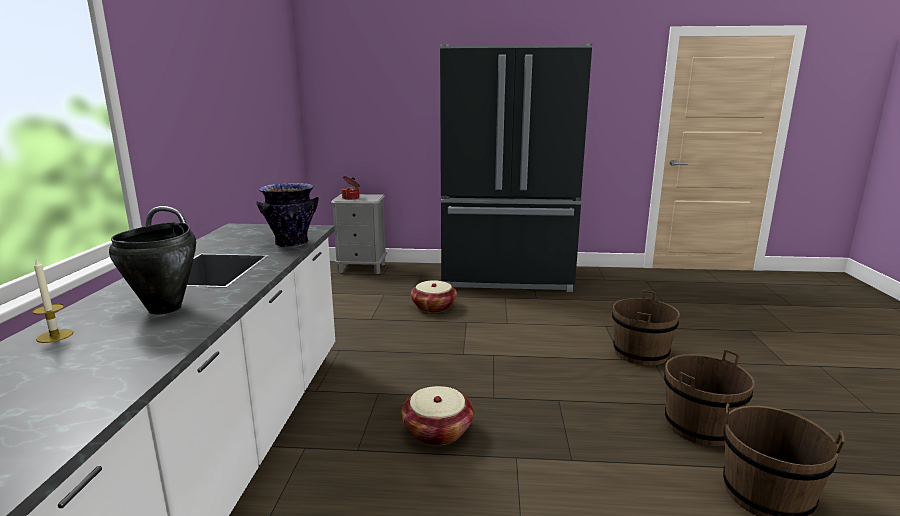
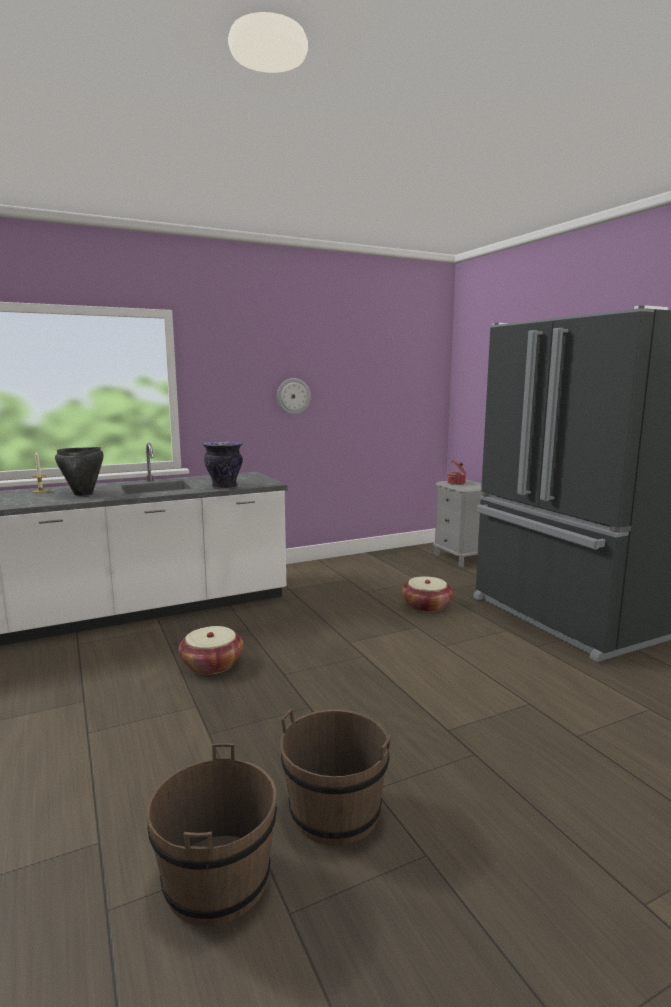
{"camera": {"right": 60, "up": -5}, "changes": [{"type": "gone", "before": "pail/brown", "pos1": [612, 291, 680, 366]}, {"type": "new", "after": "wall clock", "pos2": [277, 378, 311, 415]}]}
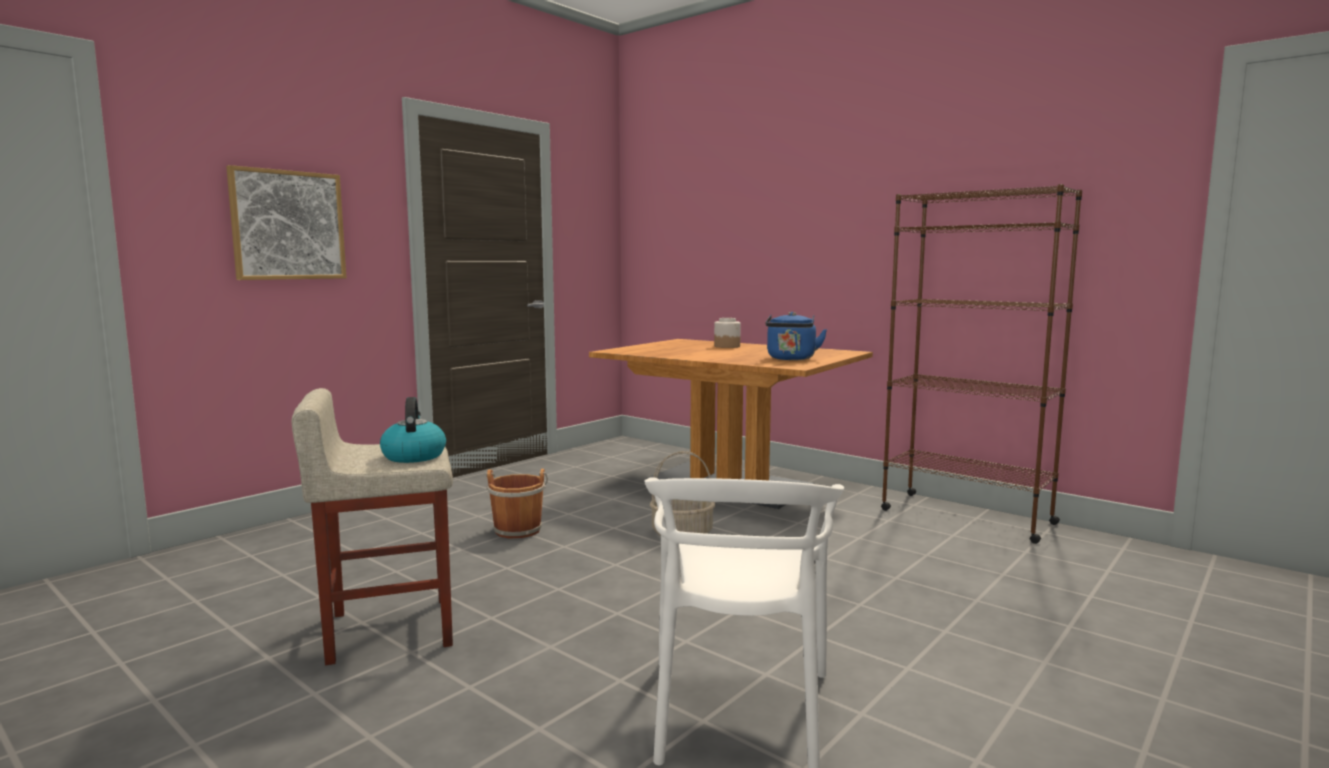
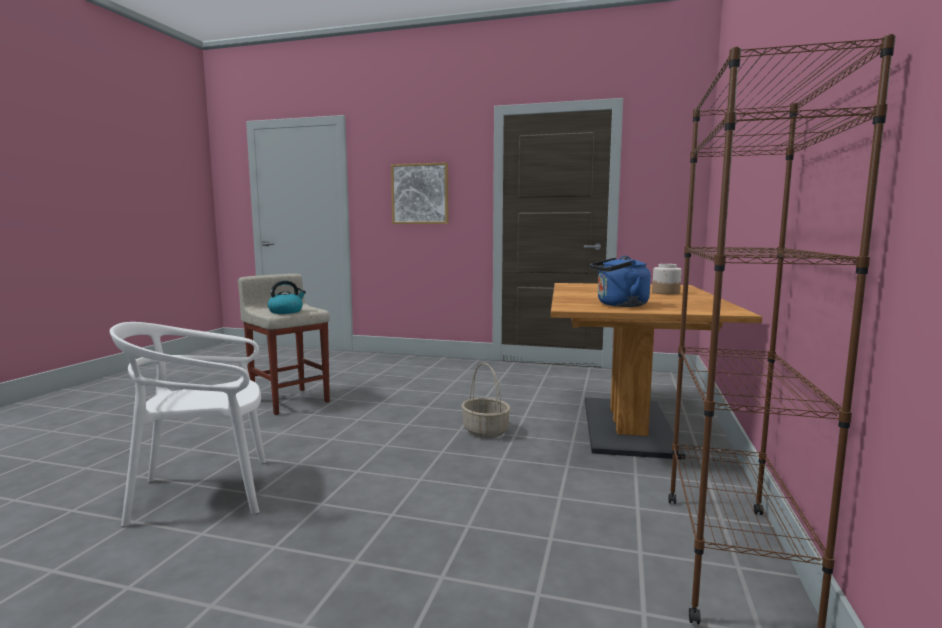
{"camera": {"right": 65, "up": 0}, "changes": [{"type": "gone", "before": "pail/brown", "pos1": [486, 469, 548, 539]}]}
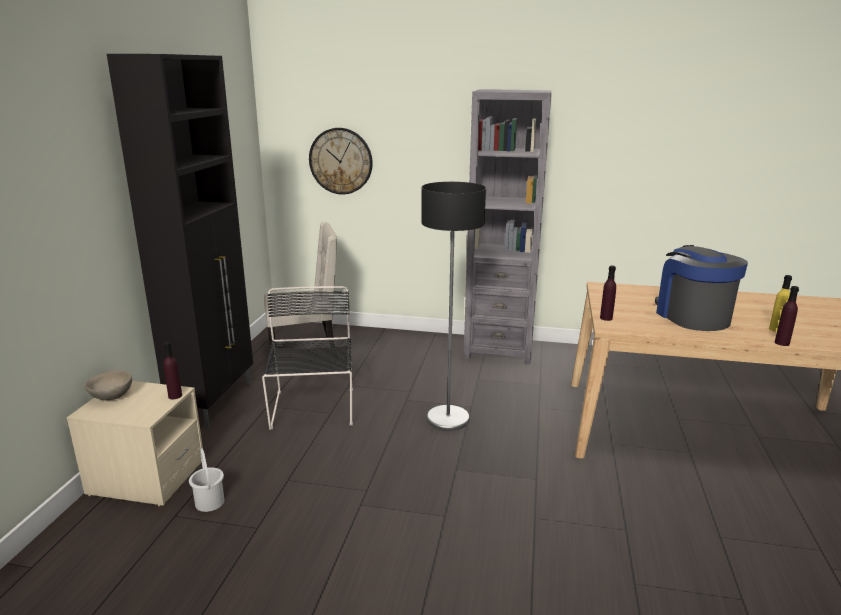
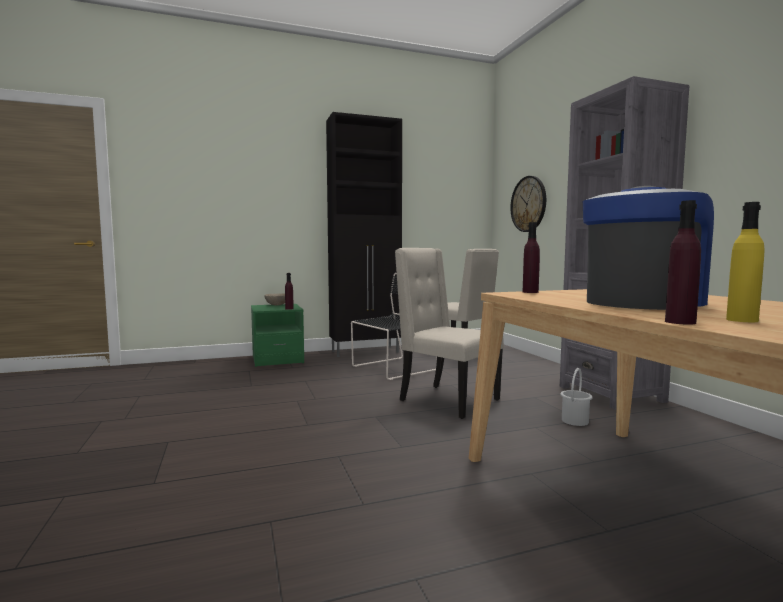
{"camera": {"right": 60, "up": -15}, "changes": [{"type": "swapped", "before": "floor lamp", "after": "upright chair/beige", "pos1": [421, 182, 486, 431], "pos2": [395, 248, 504, 419]}, {"type": "repainted", "before": "night table/beige", "after": "night table/green", "pos1": [67, 381, 203, 506], "pos2": [251, 304, 304, 367]}, {"type": "shifted", "before": "pail/white-coloured", "pos1": [189, 448, 224, 512], "pos2": [560, 368, 592, 426]}]}
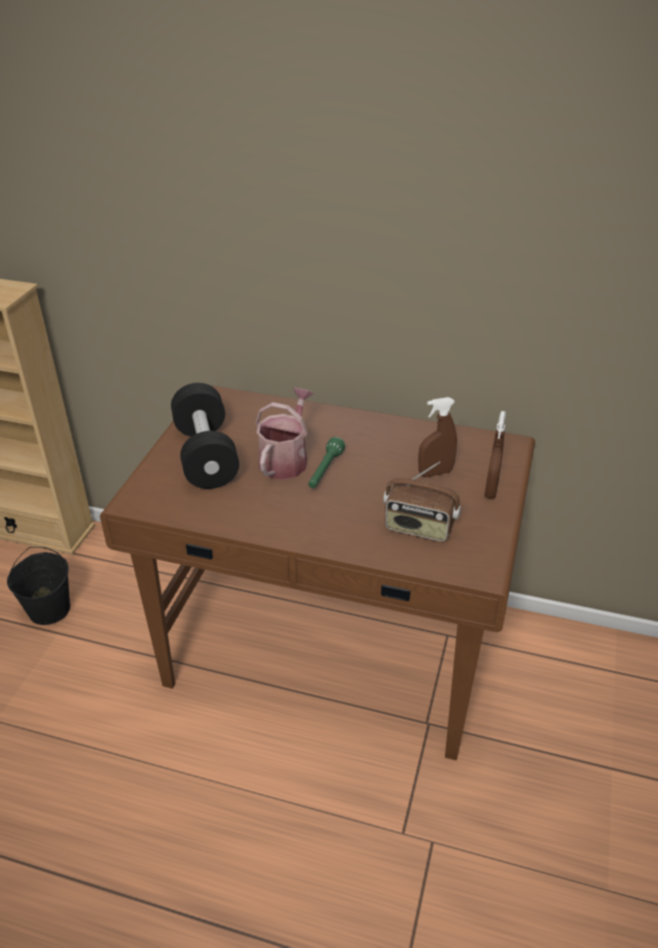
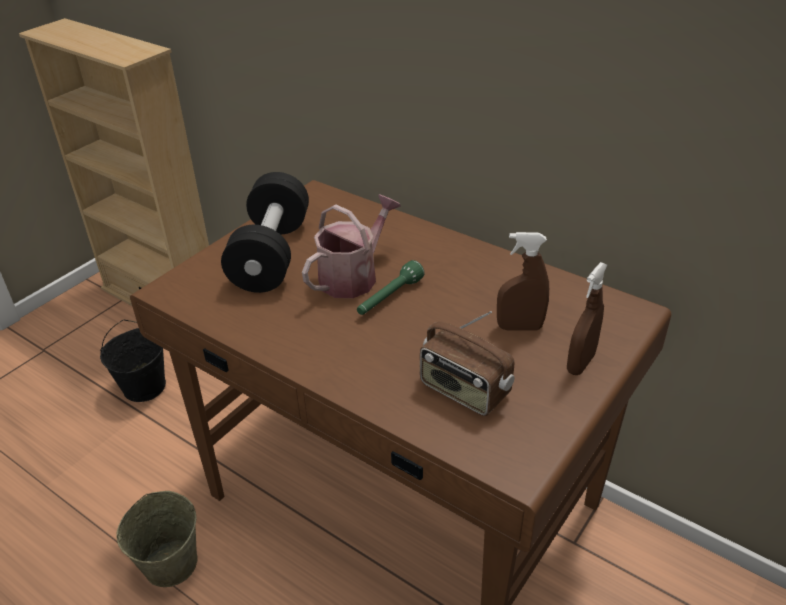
{"camera": {"right": 20, "up": 0}, "changes": [{"type": "new", "after": "pail/beige", "pos2": [116, 491, 197, 587]}]}
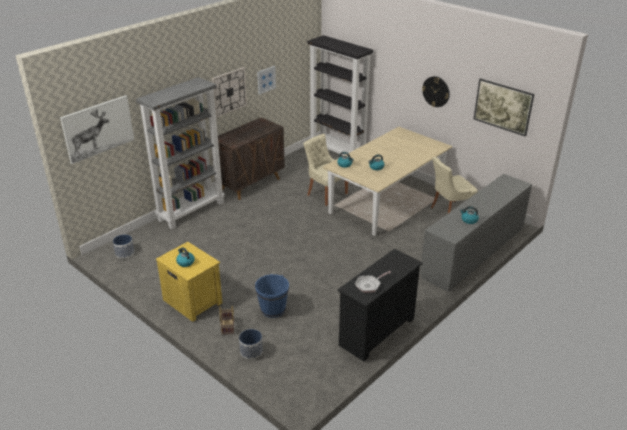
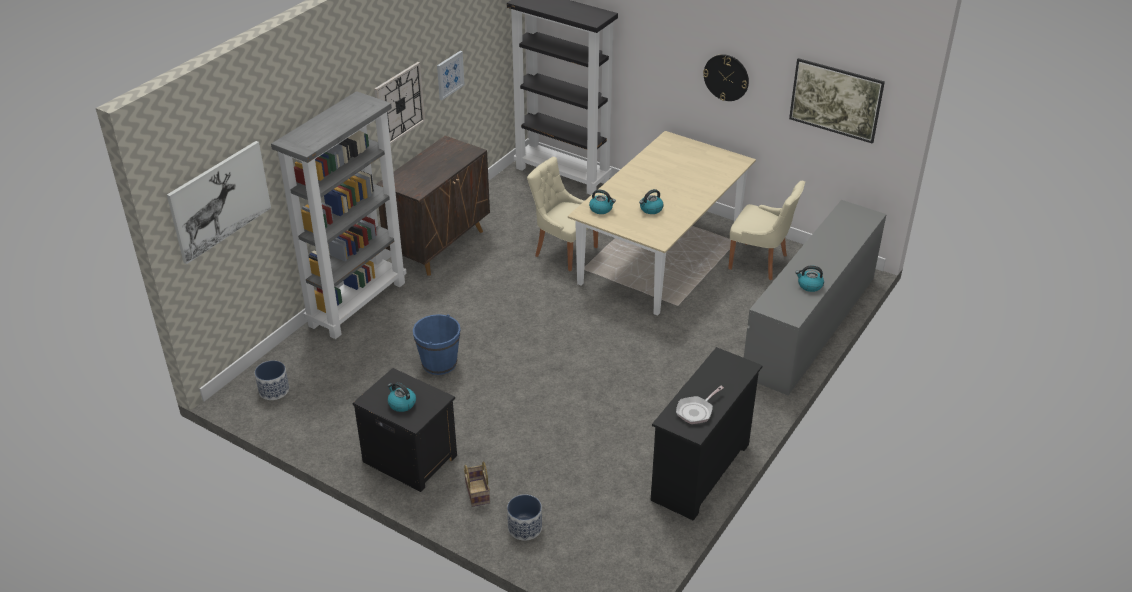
{"camera": {"right": -10, "up": 5}, "changes": [{"type": "rotated", "before": "upright chair/beige", "pos1": [431, 157, 478, 213], "pos2": [728, 181, 805, 280], "turn": -120}, {"type": "repainted", "before": "night table/yellow-coloured", "after": "night table/blackish", "pos1": [156, 242, 222, 322], "pos2": [353, 368, 457, 492]}, {"type": "shifted", "before": "pail/bluish", "pos1": [255, 274, 289, 318], "pos2": [413, 314, 460, 375]}]}
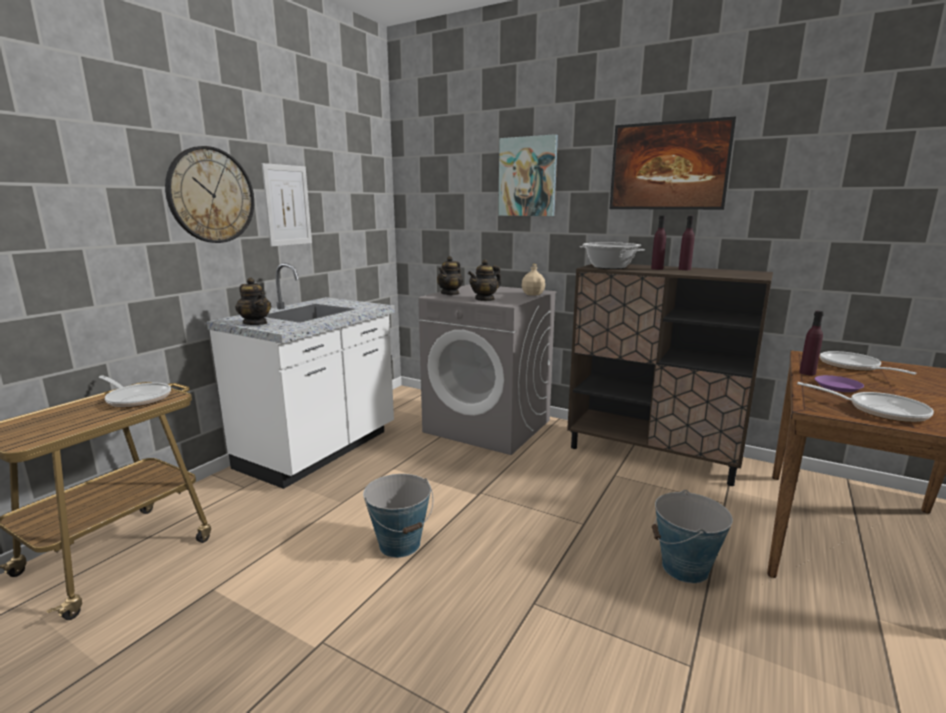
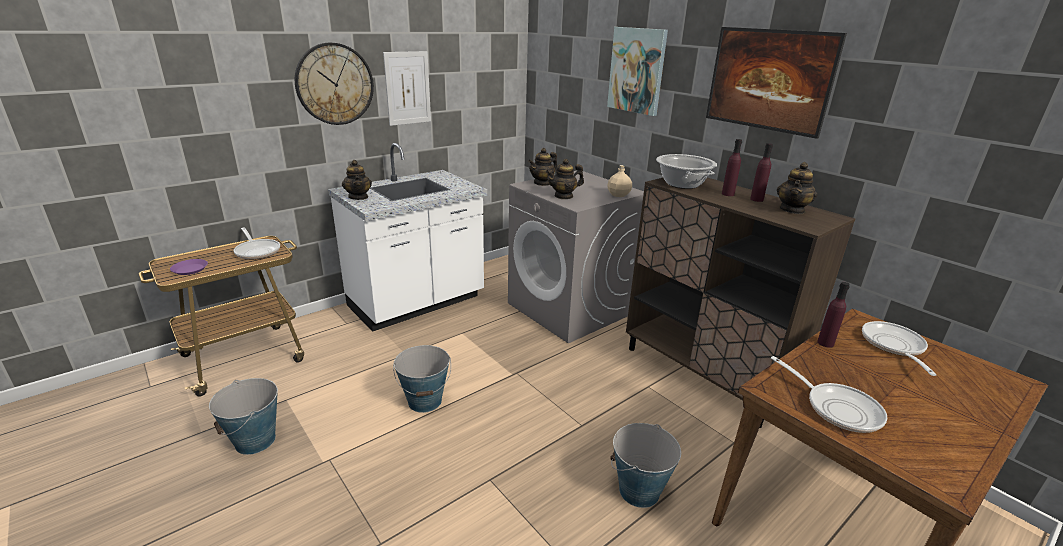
{"camera": {"right": 20, "up": 10}, "changes": [{"type": "shifted", "before": "plate/purple", "pos1": [815, 375, 864, 392], "pos2": [170, 259, 208, 275]}, {"type": "new", "after": "tea pot", "pos2": [777, 162, 817, 214]}, {"type": "new", "after": "pail", "pos2": [209, 378, 278, 455]}]}
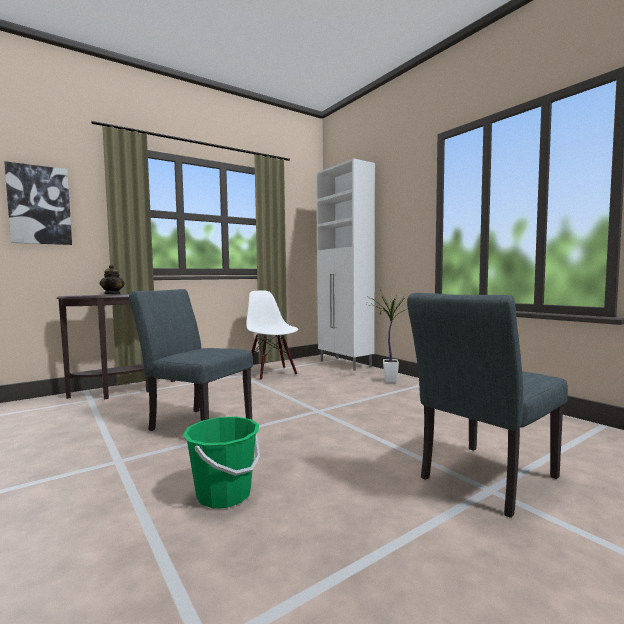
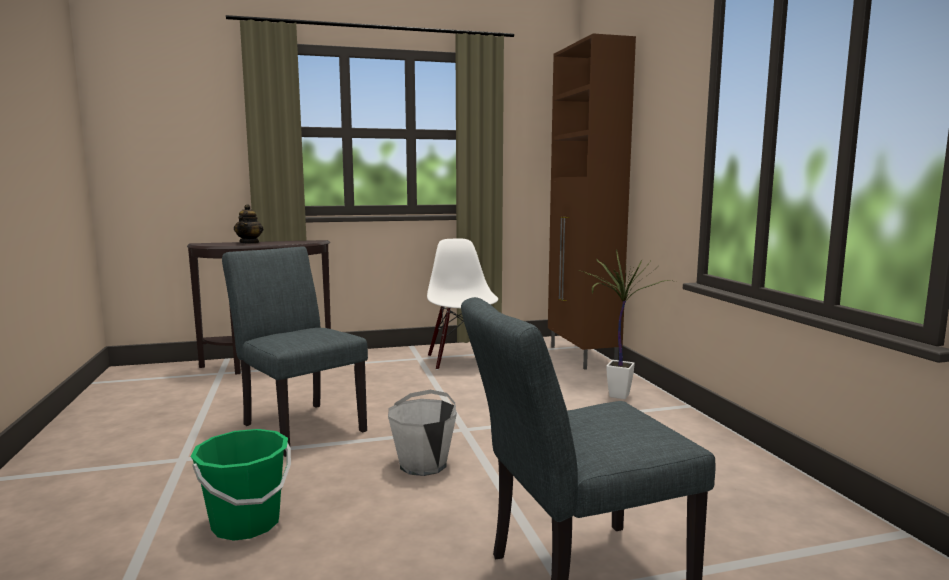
{"camera": {"right": 20, "up": 5}, "changes": [{"type": "repainted", "before": "cabinet/white-coloured", "after": "cabinet/brown", "pos1": [316, 158, 375, 371], "pos2": [548, 34, 636, 370]}, {"type": "gone", "before": "wall art", "pos1": [4, 161, 72, 245]}, {"type": "new", "after": "pail/white-coloured", "pos2": [388, 390, 457, 476]}]}
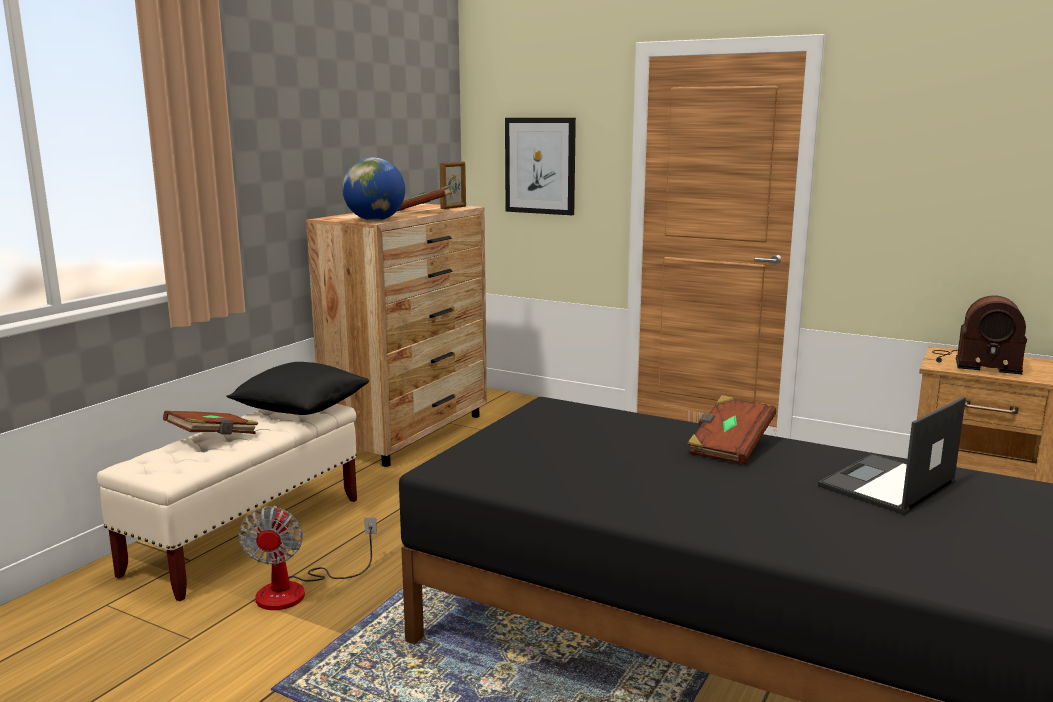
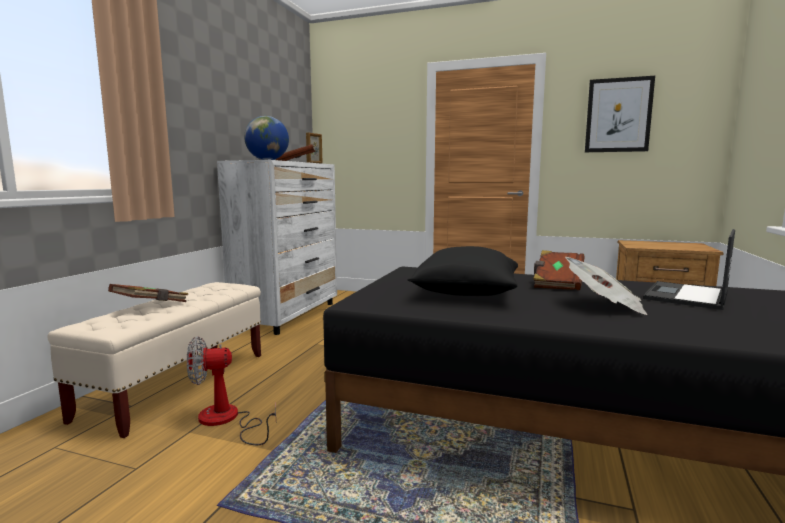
{"camera": {"right": -10, "up": -5}, "changes": [{"type": "shifted", "before": "wall art", "pos1": [505, 118, 576, 215], "pos2": [585, 76, 655, 152]}, {"type": "repainted", "before": "dresser/brown", "after": "dresser/white-coloured", "pos1": [306, 204, 487, 467], "pos2": [217, 160, 337, 335]}, {"type": "gone", "before": "radio", "pos1": [932, 295, 1027, 374]}, {"type": "shifted", "before": "throw pillow/blackish", "pos1": [227, 362, 369, 415], "pos2": [407, 246, 518, 296]}, {"type": "rotated", "before": "cooling fan", "pos1": [238, 506, 377, 610], "pos2": [187, 336, 276, 445], "turn": 90}, {"type": "new", "after": "printed paper", "pos2": [565, 257, 647, 315]}]}
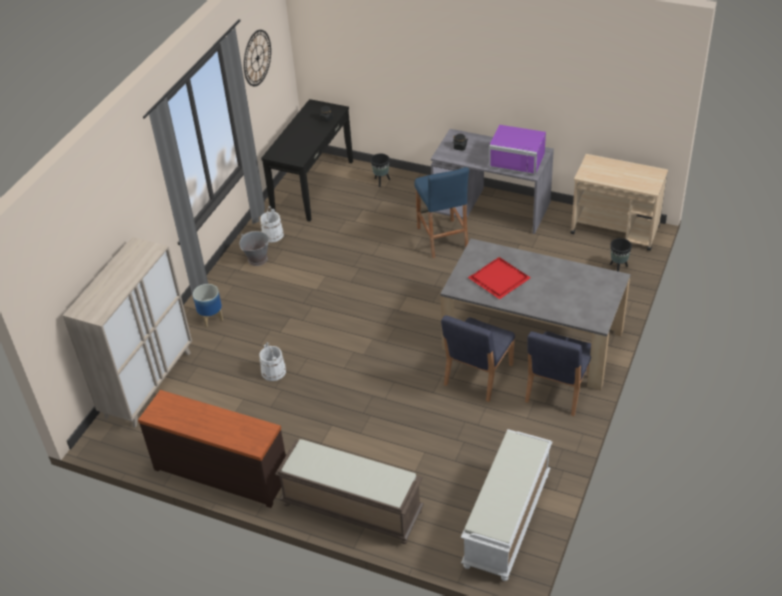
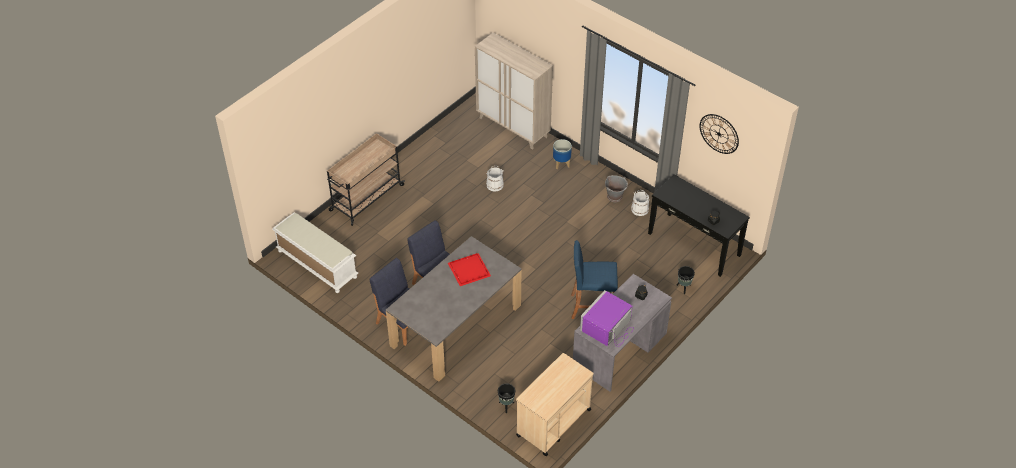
{"camera": {"right": 105, "up": 5}, "changes": [{"type": "gone", "before": "dresser/brown", "pos1": [138, 390, 286, 508]}, {"type": "swapped", "before": "bench/brown", "after": "cart/beige", "pos1": [275, 439, 424, 544], "pos2": [327, 133, 405, 226]}]}
